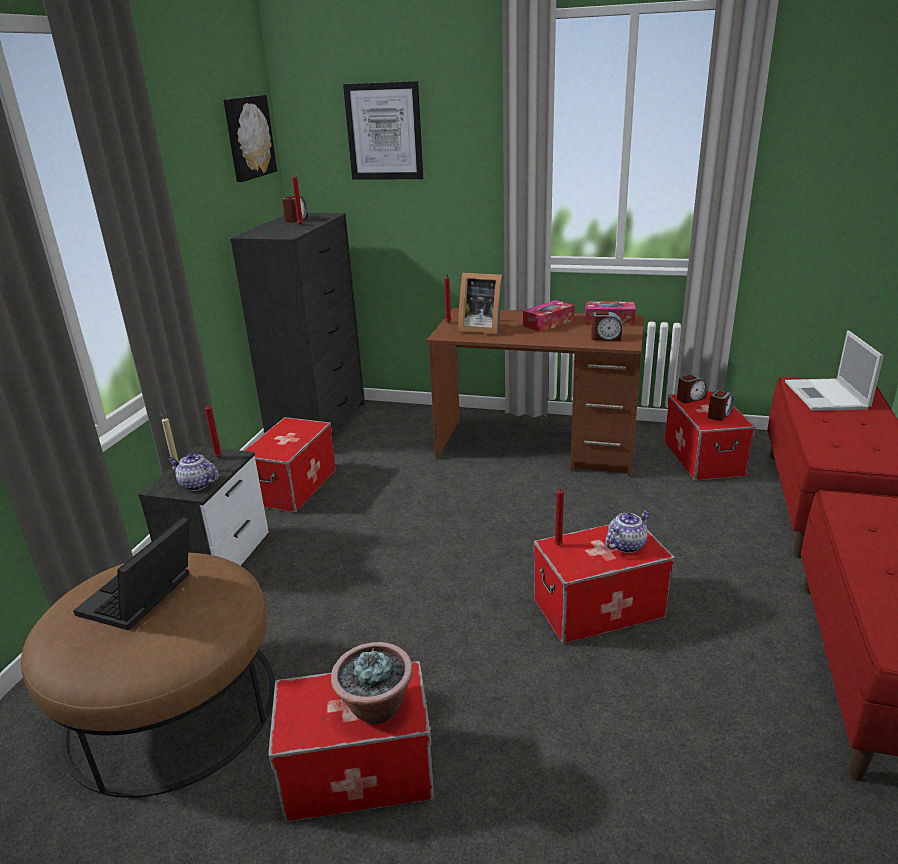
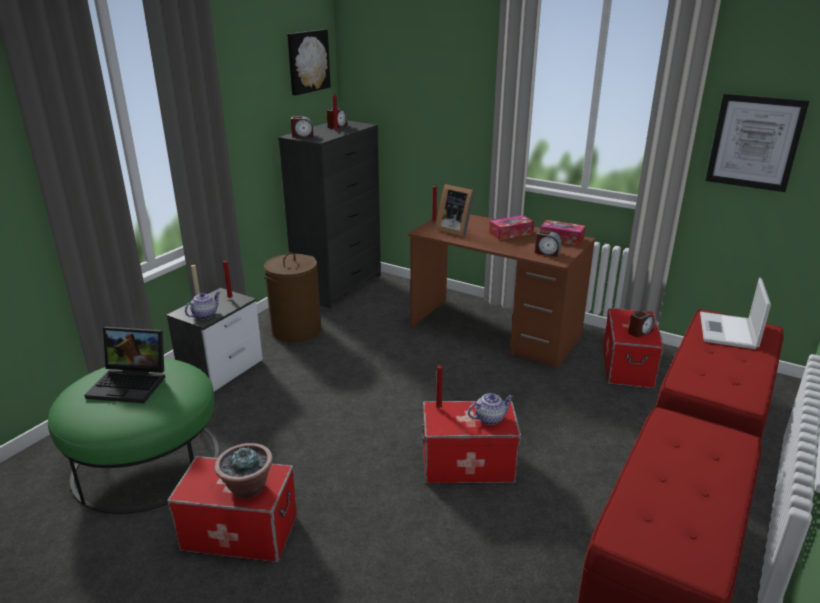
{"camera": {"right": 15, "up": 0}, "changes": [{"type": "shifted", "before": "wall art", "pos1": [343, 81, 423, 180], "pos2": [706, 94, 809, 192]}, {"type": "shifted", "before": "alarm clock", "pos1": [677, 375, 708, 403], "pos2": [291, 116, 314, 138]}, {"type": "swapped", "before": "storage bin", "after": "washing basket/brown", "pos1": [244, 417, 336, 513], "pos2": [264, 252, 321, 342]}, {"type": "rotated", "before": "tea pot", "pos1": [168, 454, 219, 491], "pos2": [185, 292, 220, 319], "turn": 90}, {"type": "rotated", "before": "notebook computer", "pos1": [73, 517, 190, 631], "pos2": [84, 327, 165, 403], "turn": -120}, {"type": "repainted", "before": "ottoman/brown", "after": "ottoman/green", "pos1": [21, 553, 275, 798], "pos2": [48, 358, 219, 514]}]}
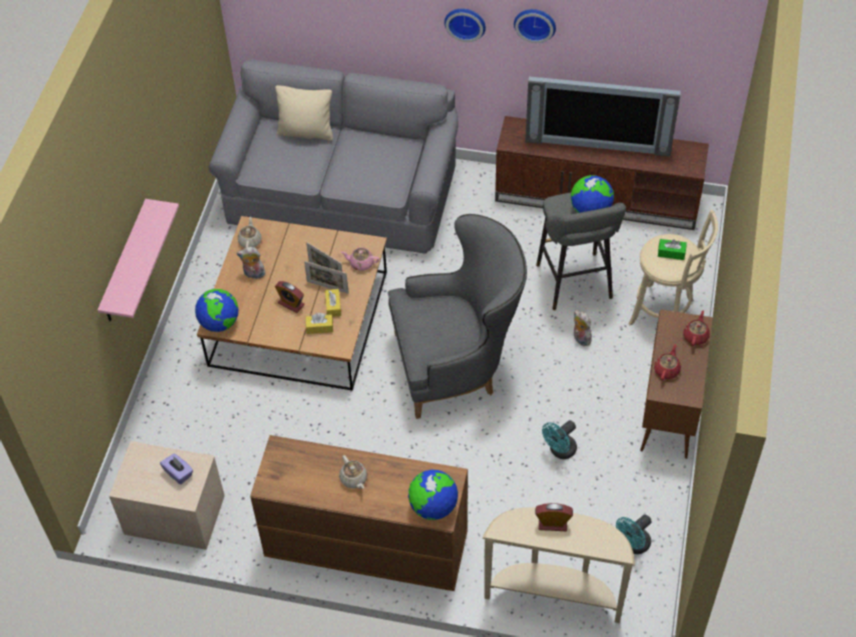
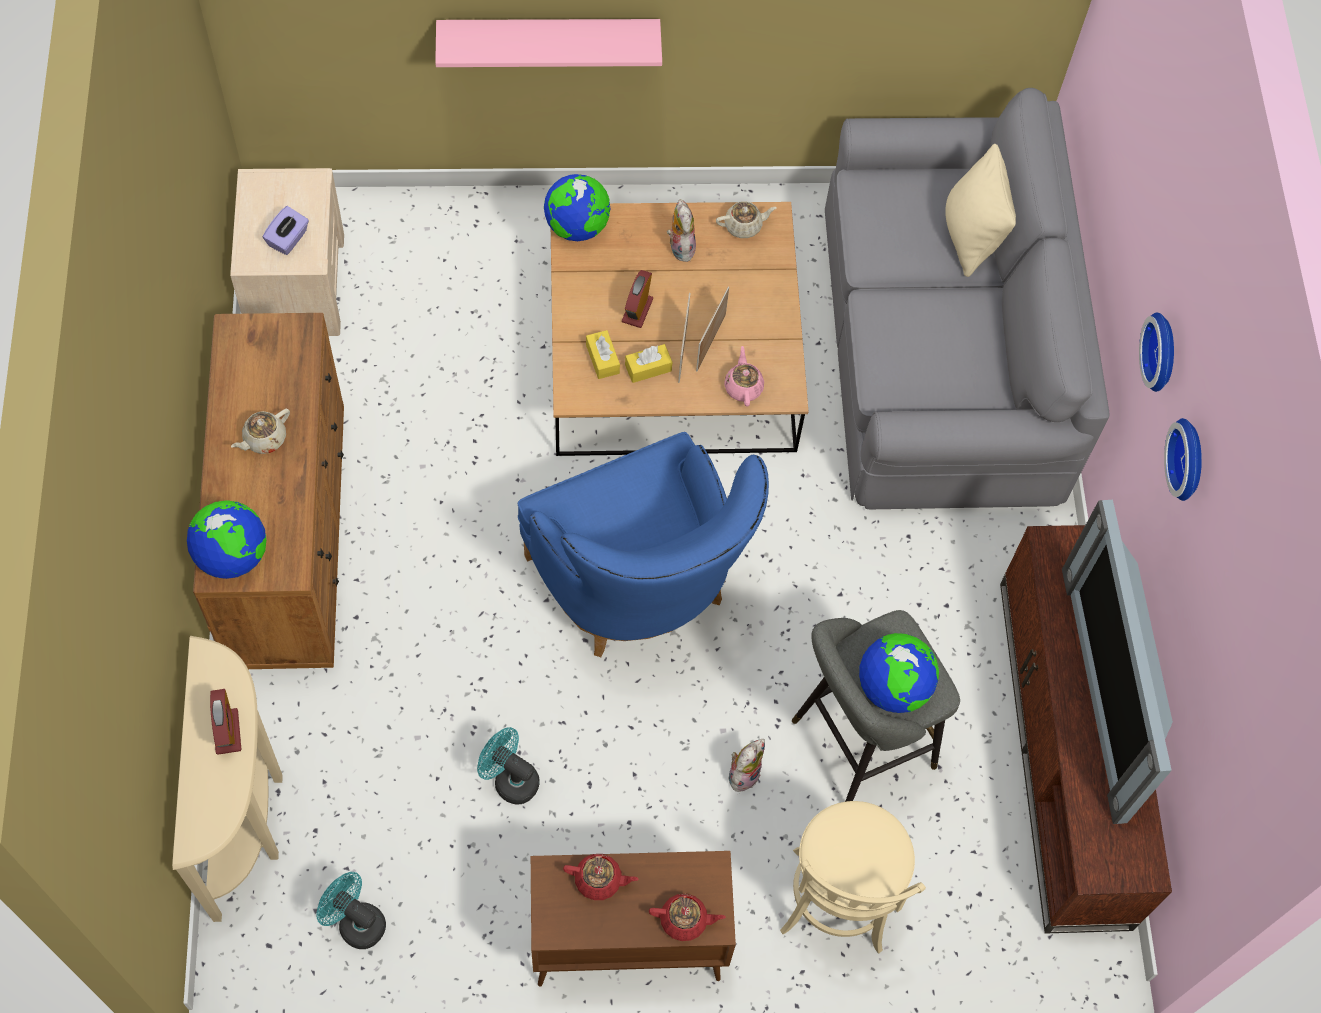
{"camera": {"right": 70, "up": 10}, "changes": [{"type": "repainted", "before": "easy chair/grey", "after": "easy chair/bluish", "pos1": [388, 214, 527, 419], "pos2": [518, 432, 769, 657]}, {"type": "gone", "before": "tissue box/green", "pos1": [658, 239, 687, 260]}]}
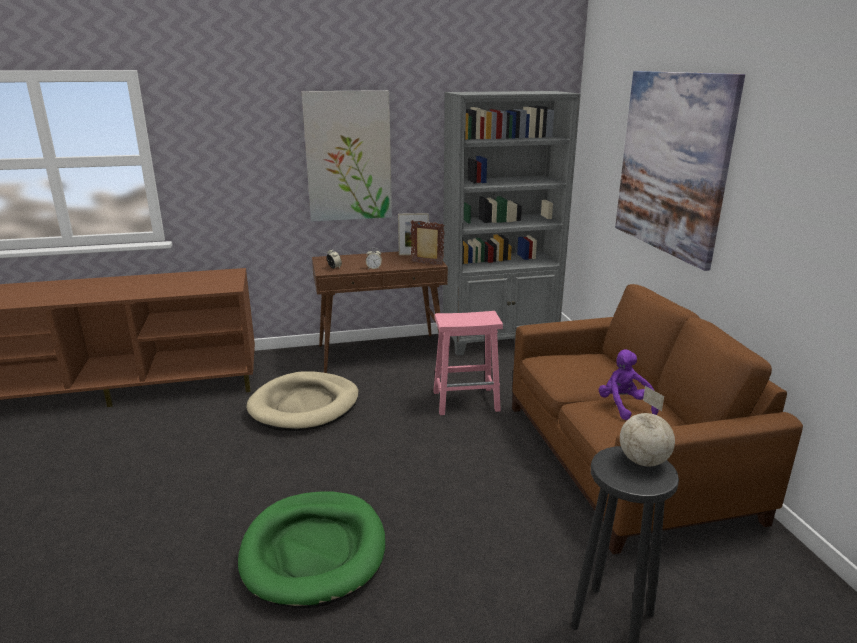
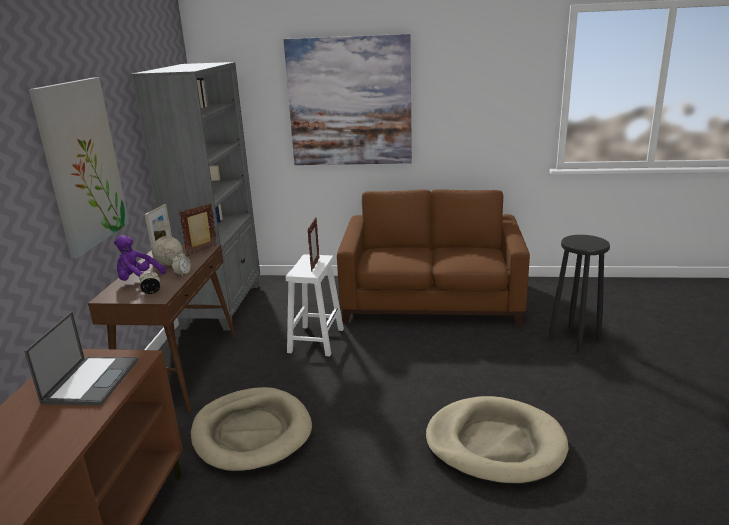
{"camera": {"right": -70, "up": 0}, "changes": [{"type": "repainted", "before": "stool/pink-coloured", "after": "stool/white-coloured", "pos1": [433, 311, 503, 415], "pos2": [286, 254, 344, 356]}, {"type": "shifted", "before": "soft toy/purple", "pos1": [599, 349, 659, 420], "pos2": [114, 235, 166, 281]}, {"type": "shifted", "before": "world globe", "pos1": [620, 386, 675, 466], "pos2": [152, 221, 183, 266]}, {"type": "repainted", "before": "dog bed/green", "after": "dog bed/beige", "pos1": [238, 492, 385, 608], "pos2": [425, 396, 569, 486]}, {"type": "new", "after": "photo frame", "pos2": [307, 217, 320, 271]}, {"type": "new", "after": "notebook computer", "pos2": [24, 311, 138, 405]}]}
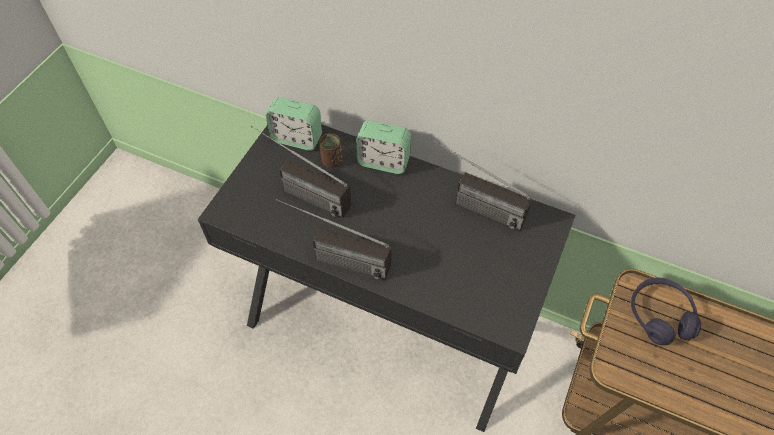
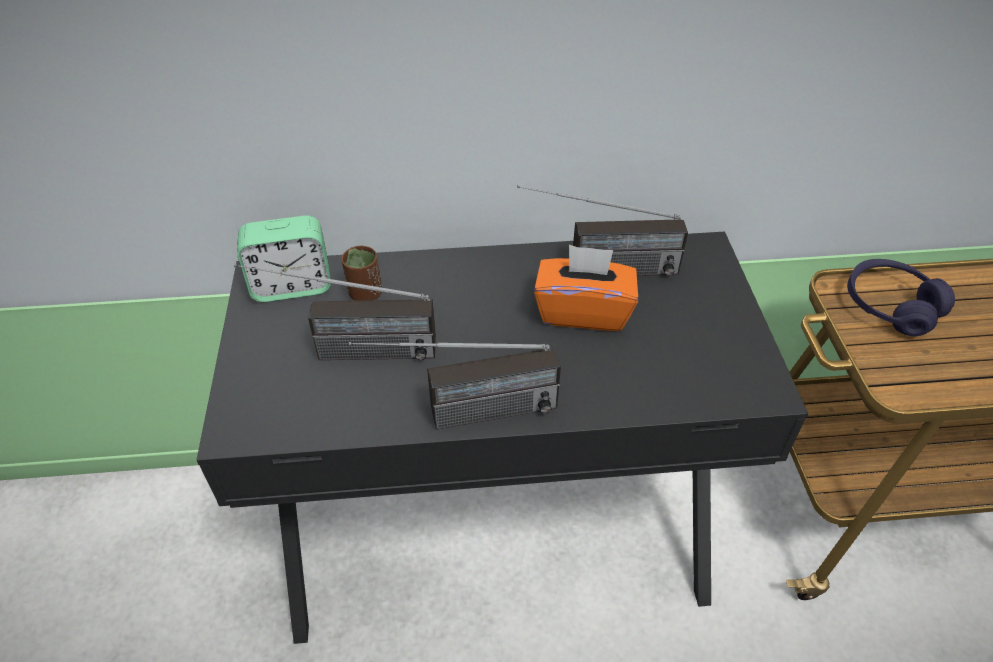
{"camera": {"right": -30, "up": -10}, "changes": [{"type": "gone", "before": "alarm clock", "pos1": [356, 120, 411, 174]}, {"type": "new", "after": "tissue box/orange-coloured", "pos2": [534, 245, 638, 331]}]}
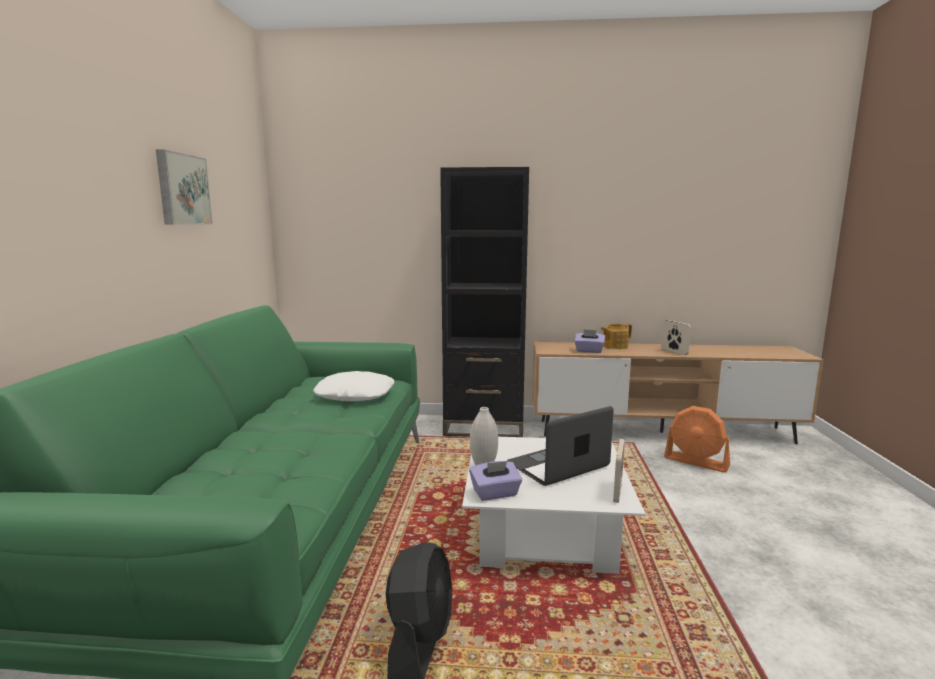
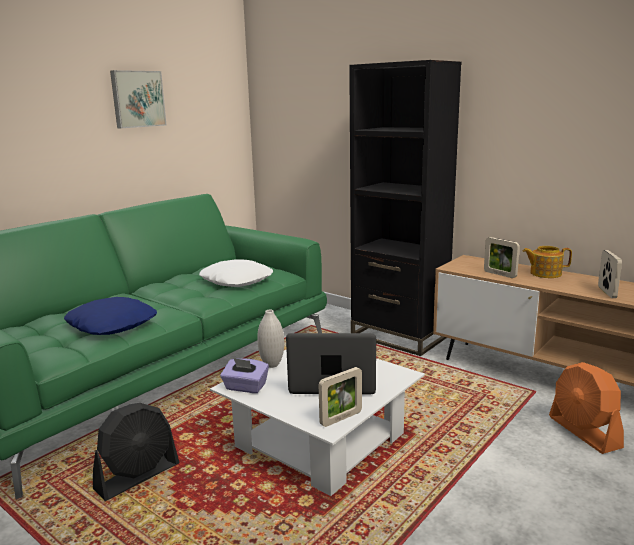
{"camera": {"right": 35, "up": 5}, "changes": [{"type": "swapped", "before": "tissue box/purple", "after": "photo frame", "pos1": [574, 329, 605, 353], "pos2": [484, 237, 520, 278]}, {"type": "new", "after": "throw pillow/bluish", "pos2": [64, 297, 157, 335]}]}
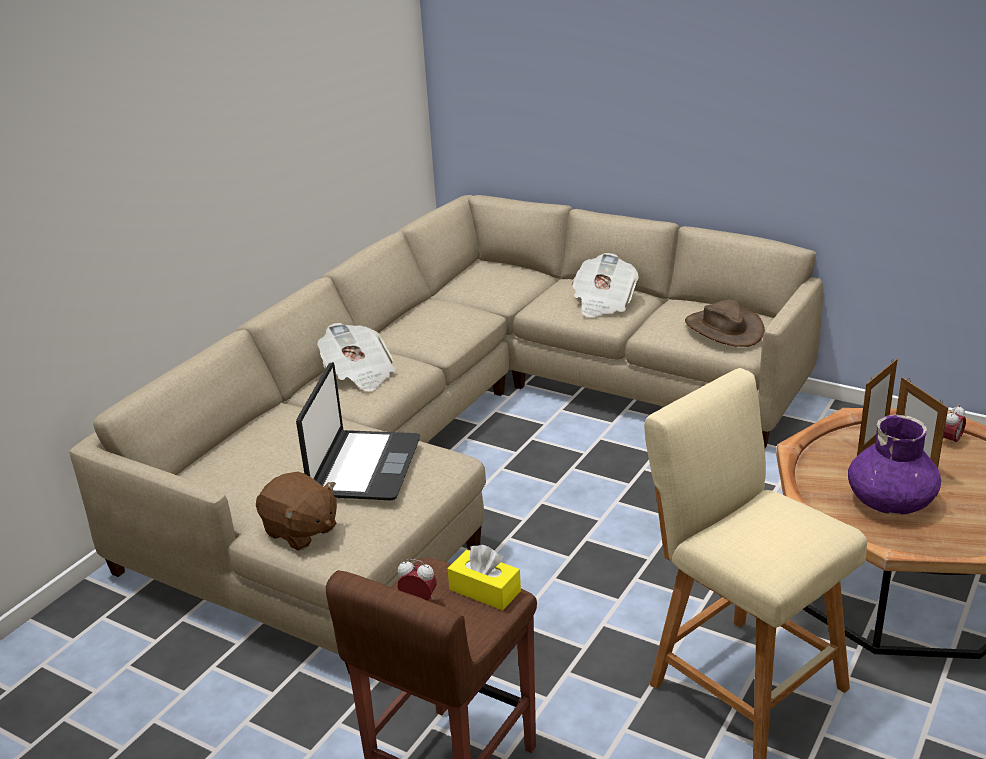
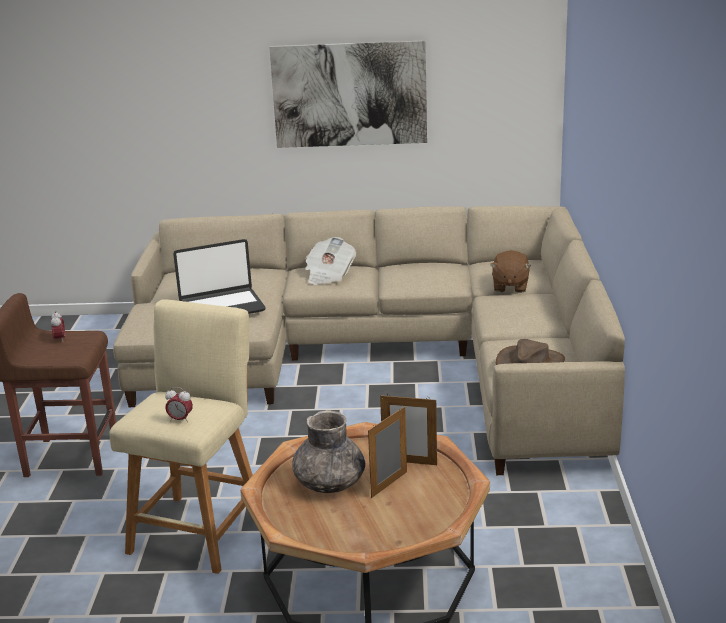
{"camera": {"right": 60, "up": -5}, "changes": [{"type": "gone", "before": "printed paper", "pos1": [572, 253, 639, 317]}, {"type": "shifted", "before": "alarm clock", "pos1": [943, 404, 966, 448], "pos2": [165, 387, 193, 423]}, {"type": "repainted", "before": "vase/purple", "after": "vase/grey", "pos1": [848, 415, 941, 514], "pos2": [292, 410, 365, 493]}, {"type": "shifted", "before": "soft toy/brown", "pos1": [256, 471, 337, 551], "pos2": [490, 250, 531, 293]}, {"type": "gone", "before": "tissue box/yellow-coloured", "pos1": [448, 545, 521, 610]}, {"type": "new", "after": "wall art", "pos2": [269, 40, 427, 148]}]}
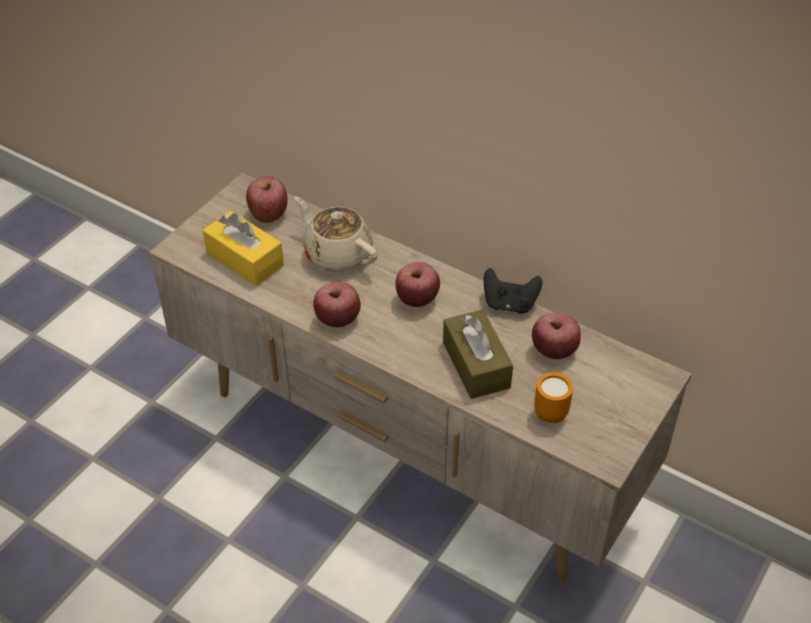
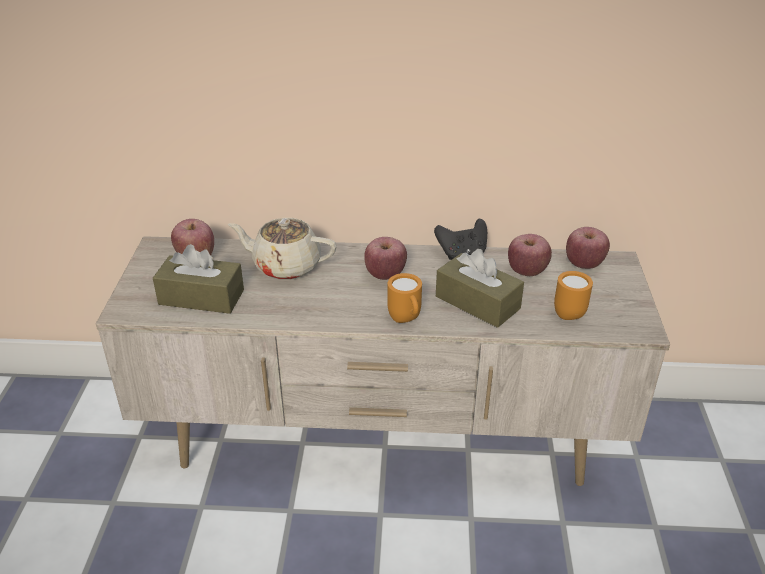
{"camera": {"right": -30, "up": -10}, "changes": [{"type": "repainted", "before": "tissue box/yellow-coloured", "after": "tissue box/brown", "pos1": [203, 211, 284, 286], "pos2": [153, 244, 244, 314]}, {"type": "shifted", "before": "apple", "pos1": [313, 282, 361, 327], "pos2": [566, 227, 610, 269]}, {"type": "new", "after": "mug/orange-coloured", "pos2": [387, 273, 422, 323]}]}
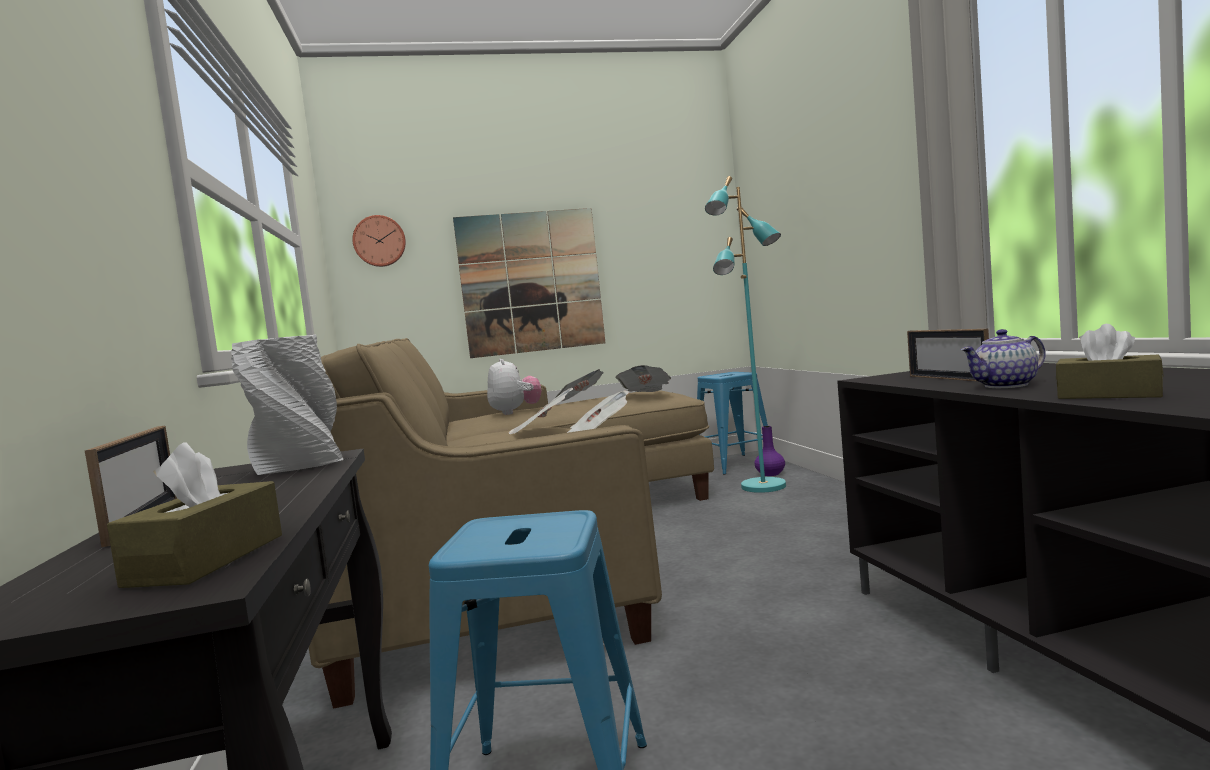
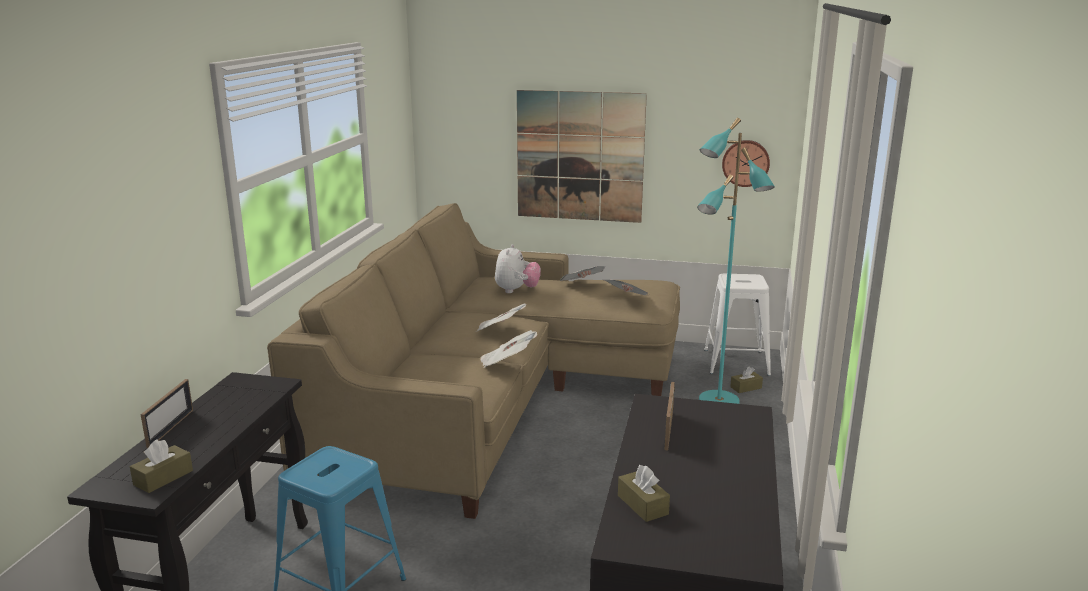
{"camera": {"right": 25, "up": 15}, "changes": [{"type": "shifted", "before": "wall clock", "pos1": [352, 215, 406, 267], "pos2": [722, 140, 770, 187]}, {"type": "gone", "before": "tea pot", "pos1": [961, 329, 1046, 388]}, {"type": "gone", "before": "vase/grey", "pos1": [231, 334, 343, 475]}, {"type": "repainted", "before": "stool/bluish", "after": "stool/white-coloured", "pos1": [697, 372, 768, 475], "pos2": [704, 274, 771, 376]}, {"type": "swapped", "before": "vase/purple", "after": "tissue box/brown", "pos1": [755, 426, 785, 476], "pos2": [730, 367, 763, 393]}]}
